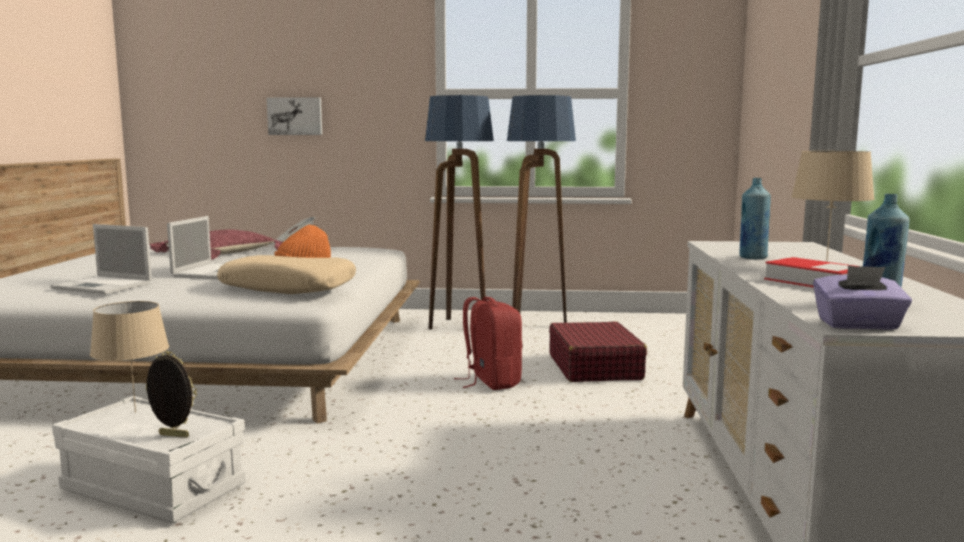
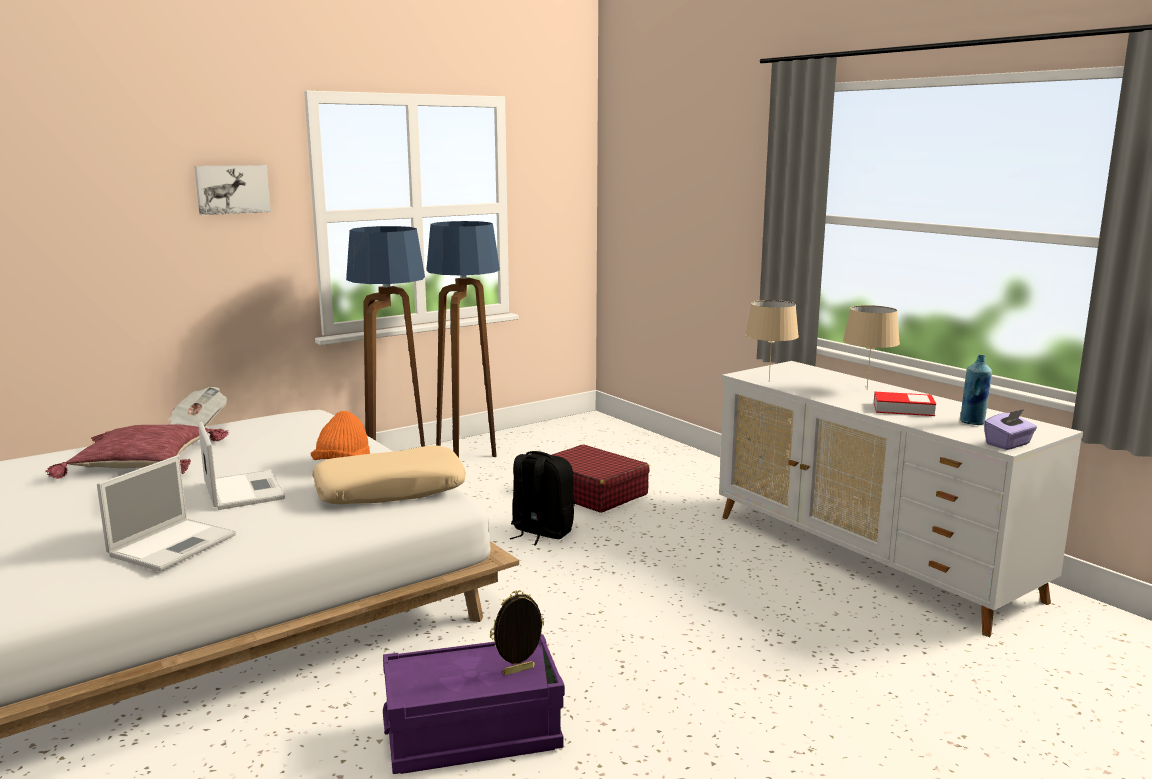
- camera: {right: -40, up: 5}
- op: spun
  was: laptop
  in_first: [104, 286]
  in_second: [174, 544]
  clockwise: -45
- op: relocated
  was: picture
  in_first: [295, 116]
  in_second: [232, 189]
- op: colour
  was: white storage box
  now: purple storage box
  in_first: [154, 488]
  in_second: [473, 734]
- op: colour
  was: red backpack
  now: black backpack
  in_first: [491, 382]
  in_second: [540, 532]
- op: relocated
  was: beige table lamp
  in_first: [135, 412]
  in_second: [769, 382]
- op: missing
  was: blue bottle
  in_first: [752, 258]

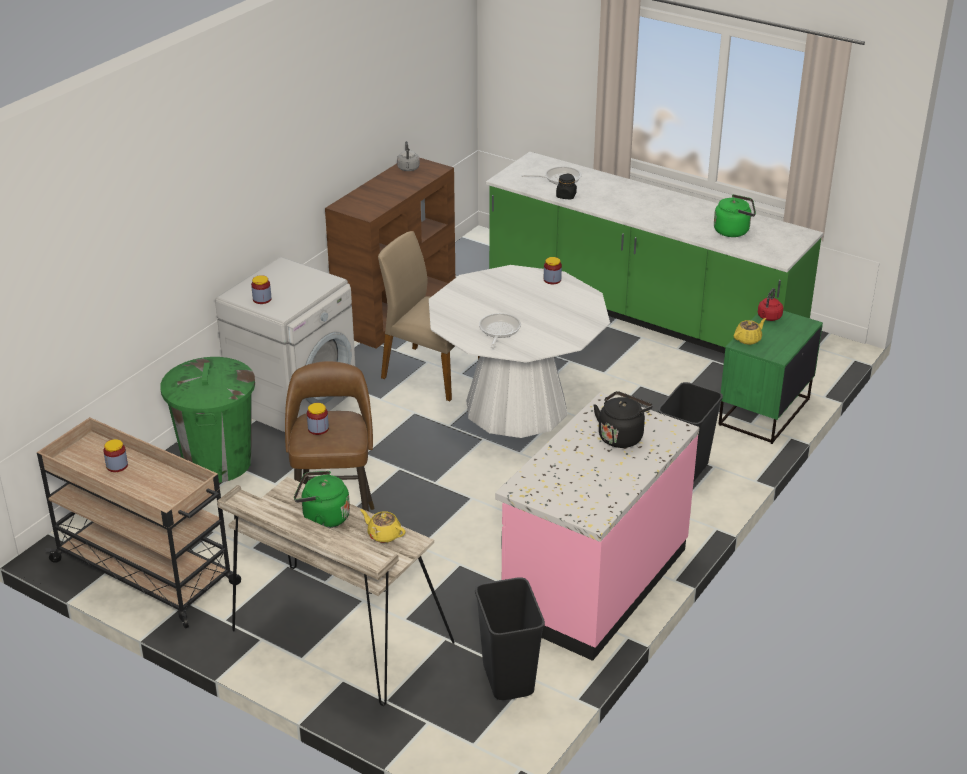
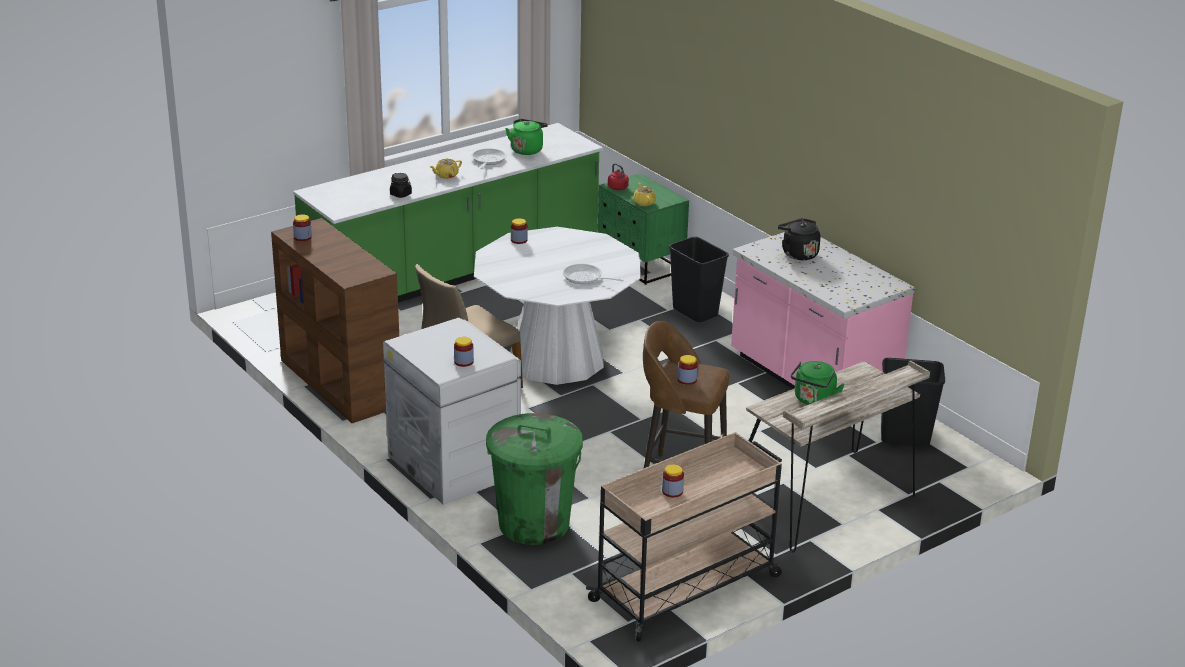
- camera: {right: -70, up: -5}
- op: exchanged
  was: grey kettle
  now: jar
  in_first: [408, 169]
  in_second: [302, 237]
- op: relocated
  was: yellow teapot
  in_first: [383, 535]
  in_second: [446, 175]
- op: relocated
  was: frying pan
  in_first: [559, 179]
  in_second: [487, 160]

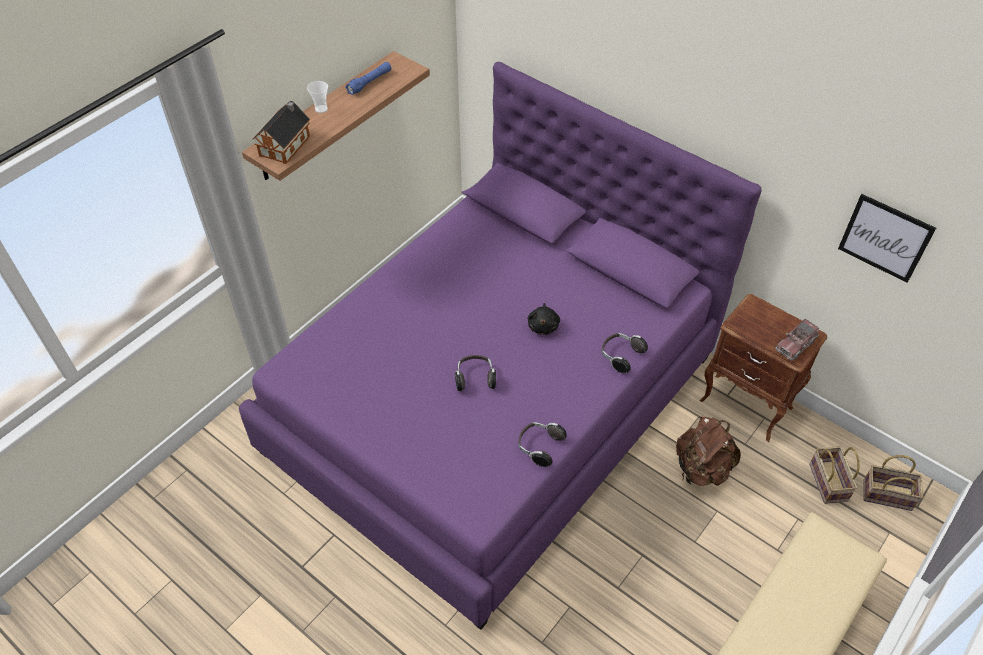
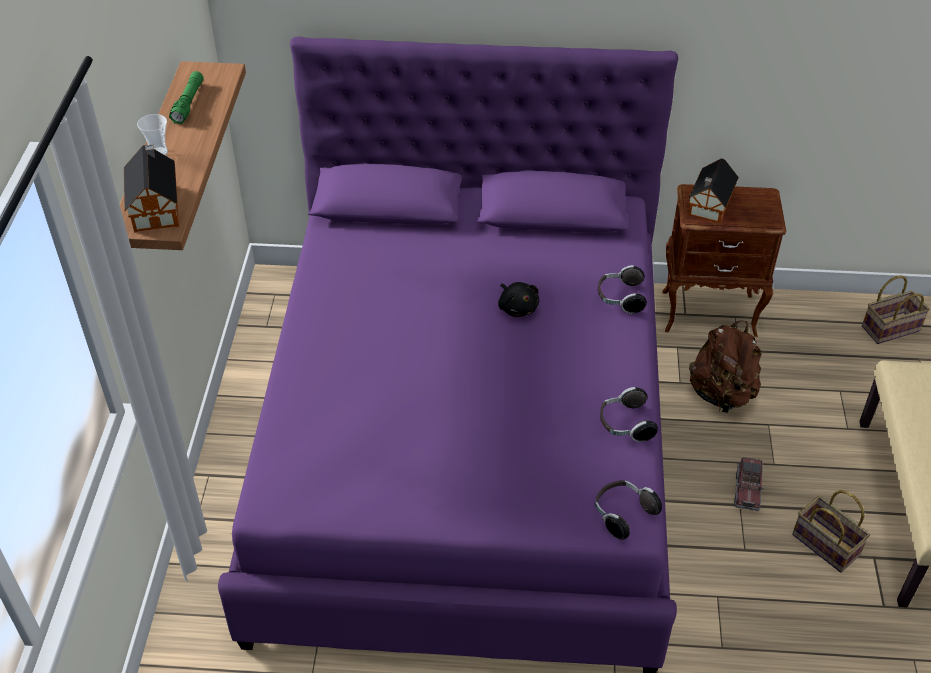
- camera: {right: -35, up: -5}
- op: colour
  was: blue flashlight
  now: green flashlight
  in_first: [369, 82]
  in_second: [188, 103]
- op: relocated
  was: headphones
  in_first: [475, 378]
  in_second: [622, 514]
- op: appeared
  now: toy house
  in_second: [709, 206]
- op: relocated
  was: toy truck
  in_first: [795, 345]
  in_second: [747, 490]
- op: relocated
  was: basket
  in_first: [826, 481]
  in_second: [823, 544]
- op: missing
  was: picture
  in_first: [885, 238]

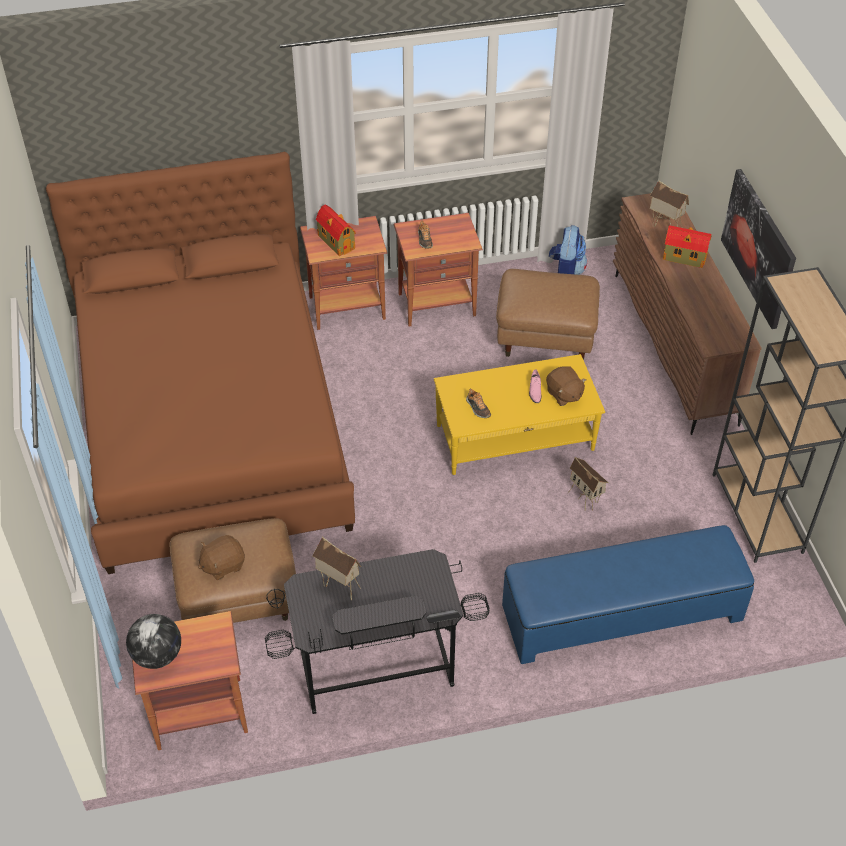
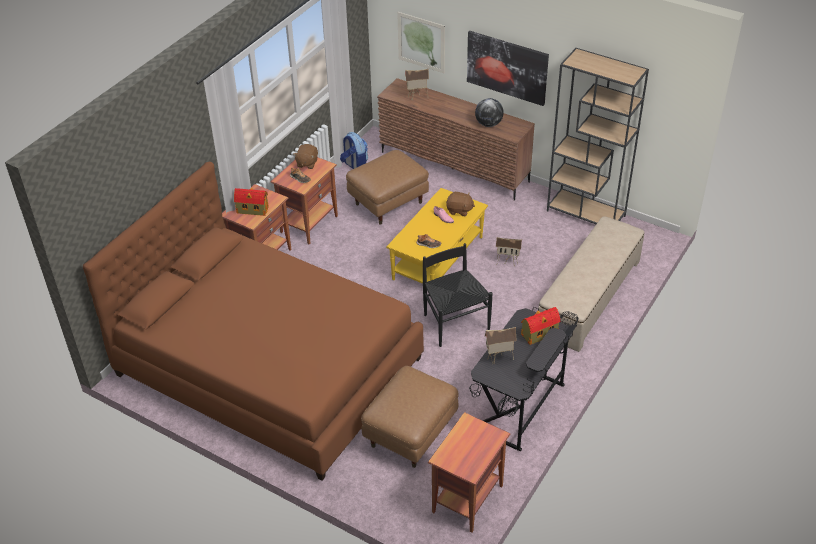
- camera: {right: -45, up: -5}
- op: relocated
  was: brown plush toy
  in_first: [223, 565]
  in_second: [307, 163]
- op: appeared
  now: picture
  in_second: [421, 42]
- op: appeared
  now: black chair
  in_second: [454, 322]
- op: relocated
  was: globe
  in_first: [157, 656]
  in_second: [488, 124]
- op: relocated
  was: toy house
  in_first: [683, 257]
  in_second: [538, 334]
- op: colour
  was: blue bench
  now: beige bench
  in_first: [621, 613]
  in_second: [589, 297]

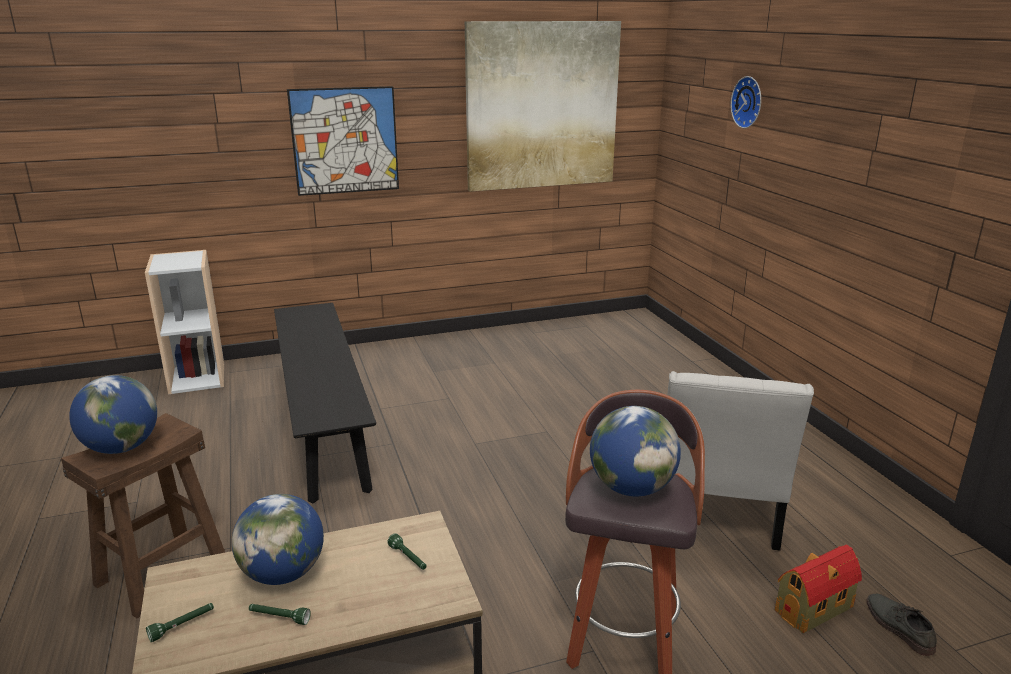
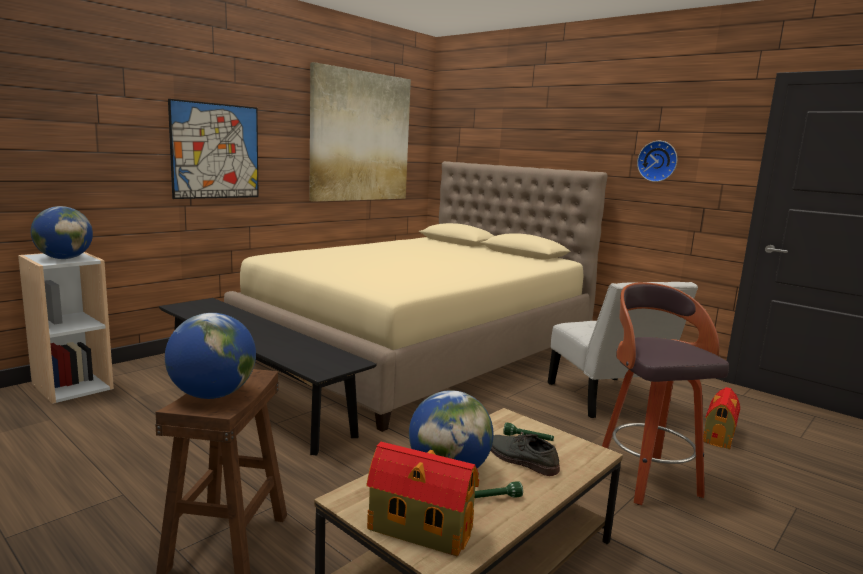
- camera: {right: -30, up: -10}
- op: relocated
  was: globe
  in_first: [631, 488]
  in_second: [64, 258]
- op: appeared
  now: beige bed
  in_second: [420, 349]
- op: exchanged
  was: green flashlight
  now: toy house
  in_first: [182, 626]
  in_second: [418, 528]
- op: relocated
  was: grey shoe
  in_first: [898, 627]
  in_second: [520, 459]
- op: relocated
  was: wall clock
  in_first: [749, 102]
  in_second: [658, 161]

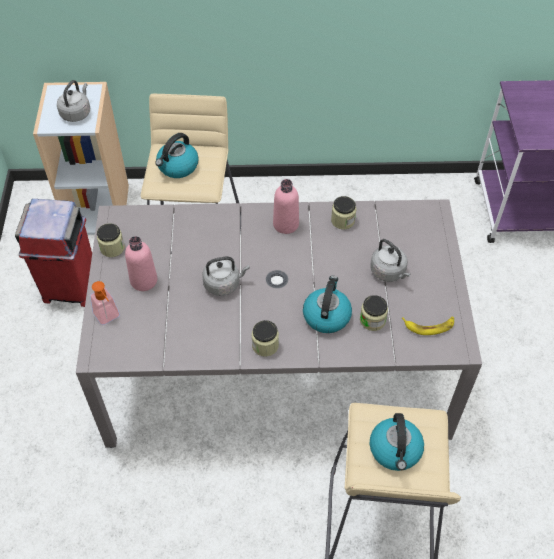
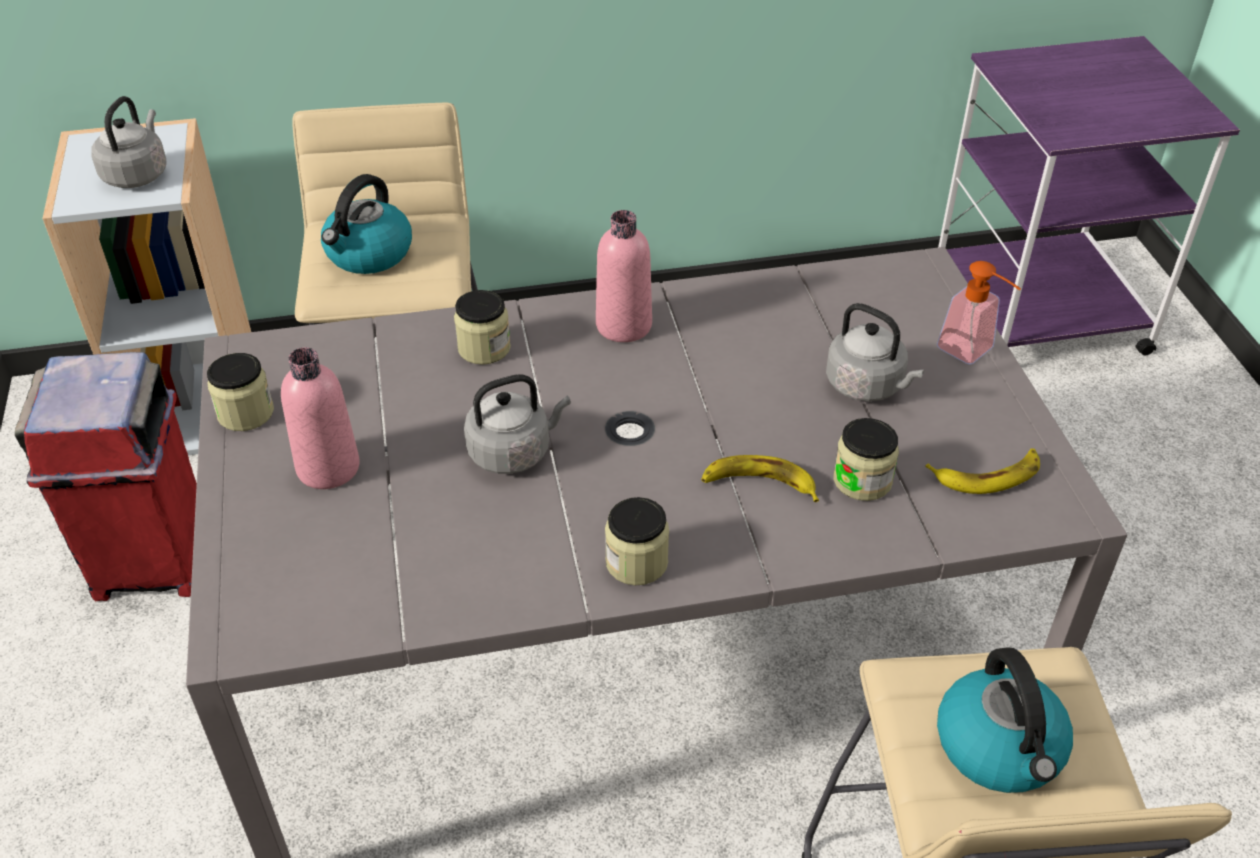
- camera: {right: -10, up: -10}
- op: relocated
  was: jar
  in_first: [343, 220]
  in_second: [484, 348]
- op: exchanged
  was: kettle
  now: banana
  in_first: [326, 315]
  in_second: [759, 484]
- op: relocated
  was: soap dispenser
  in_first: [109, 317]
  in_second: [972, 352]

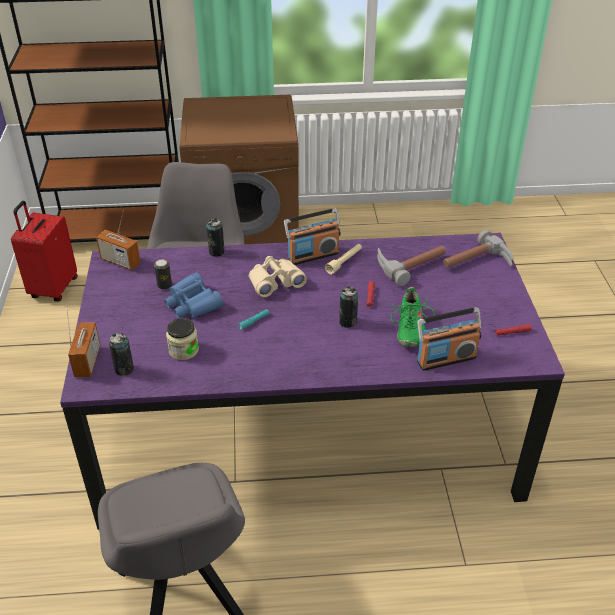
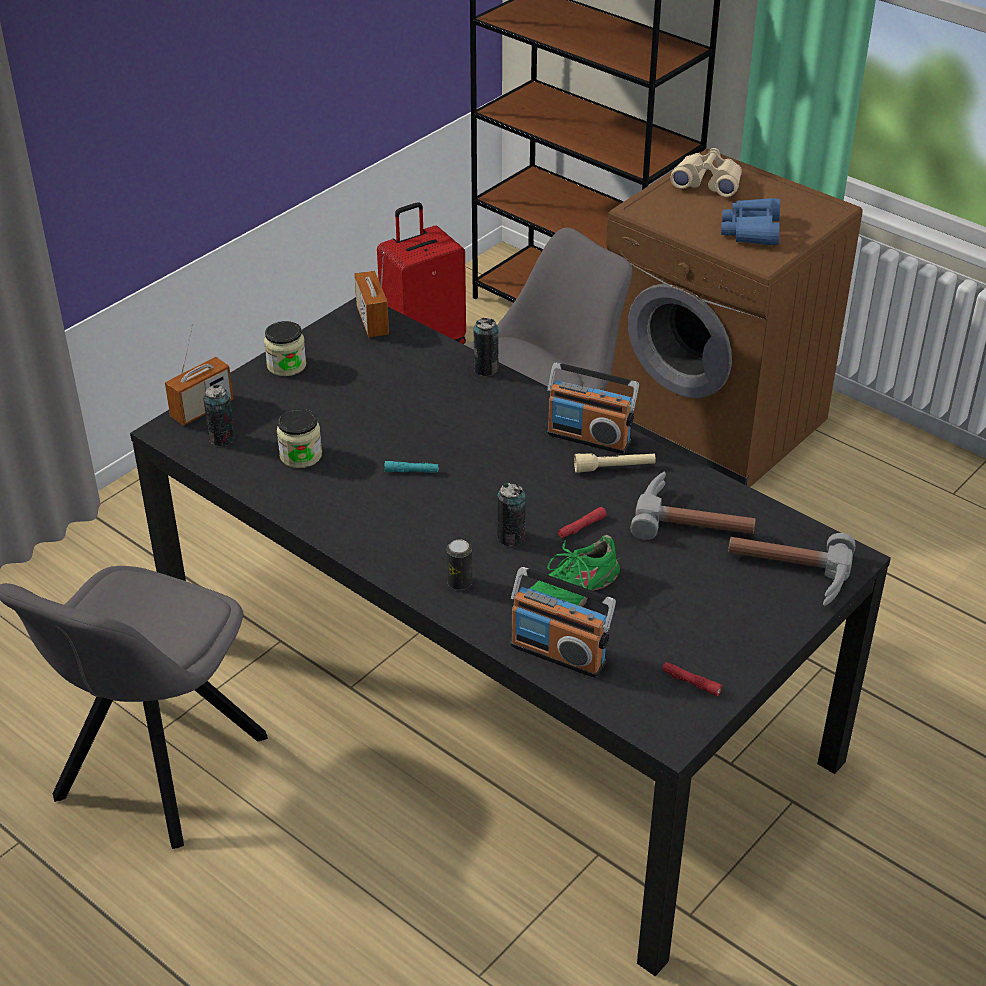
- camera: {right: 45, up: 0}
- op: colour
  was: purple dining table
  now: black dining table
  in_first: [309, 433]
  in_second: [495, 696]
- op: appeared
  now: jar
  in_second: [286, 365]
- op: relocated
  was: can
  in_first: [164, 285]
  in_second: [459, 582]
- op: relocated
  was: beige binoculars
  in_first: [275, 282]
  in_second: [707, 183]
- op: relocated
  was: blue binoculars
  in_first: [192, 303]
  in_second: [751, 230]

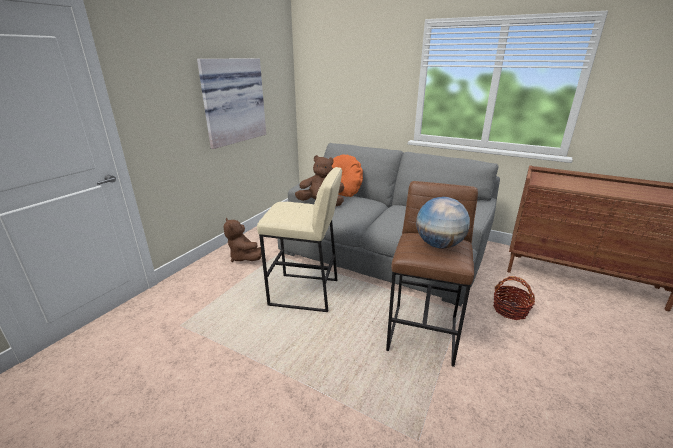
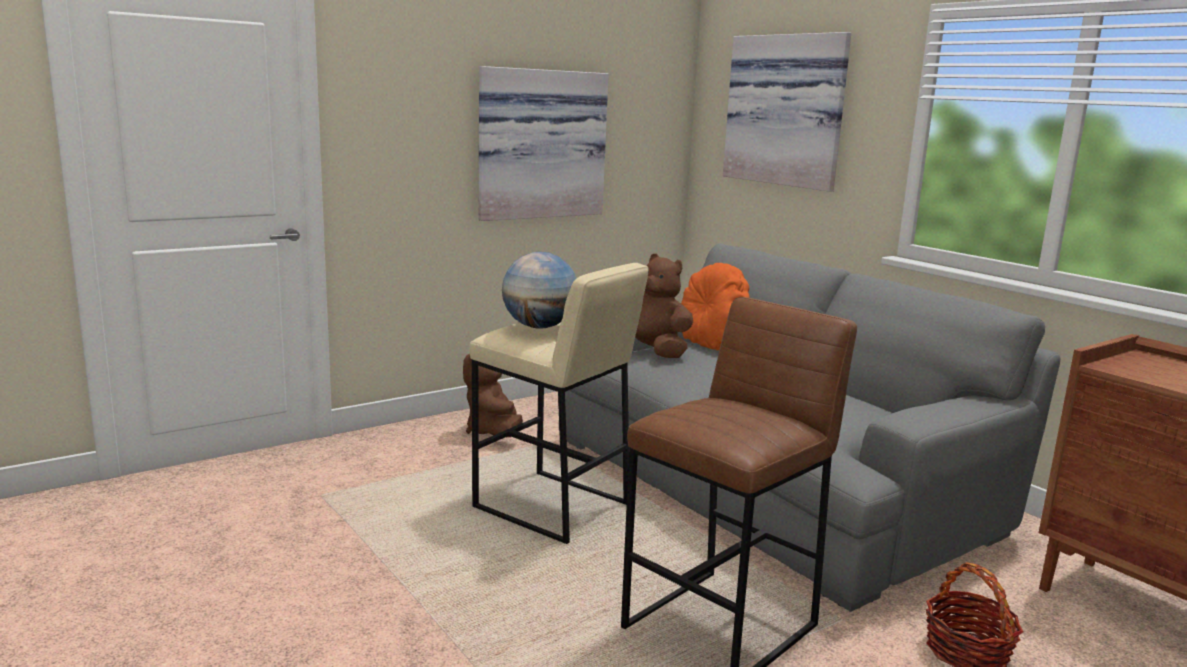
- camera: {right: 25, up: -10}
- op: relocated
  was: globe
  in_first: [439, 245]
  in_second: [539, 327]
- op: appeared
  now: picture
  in_second: [787, 110]

